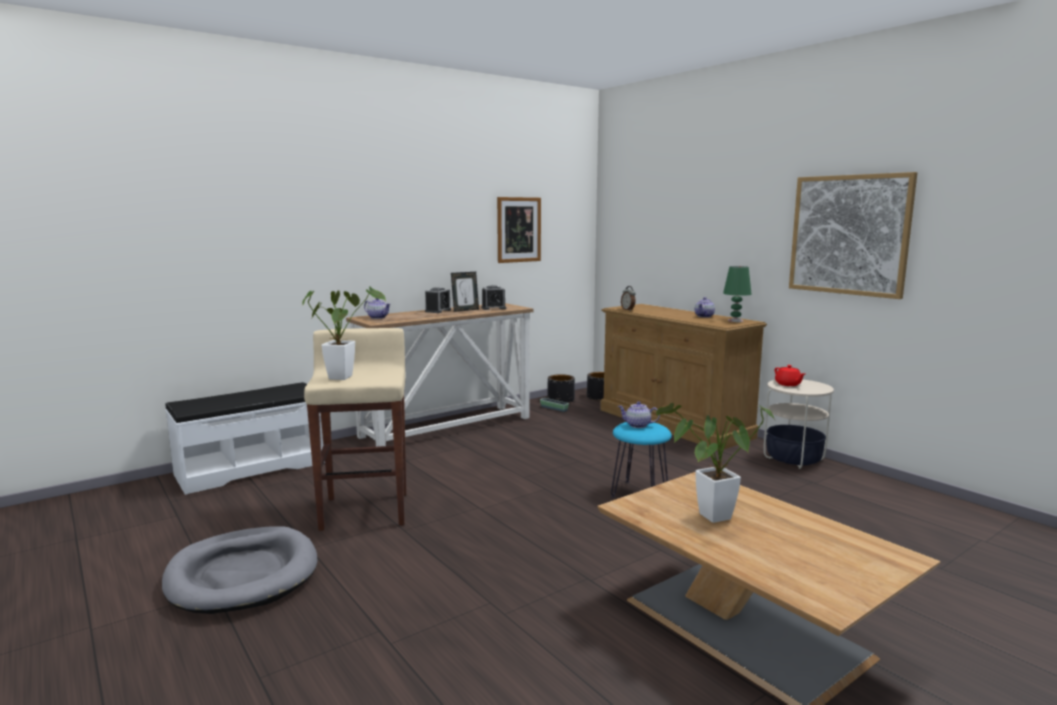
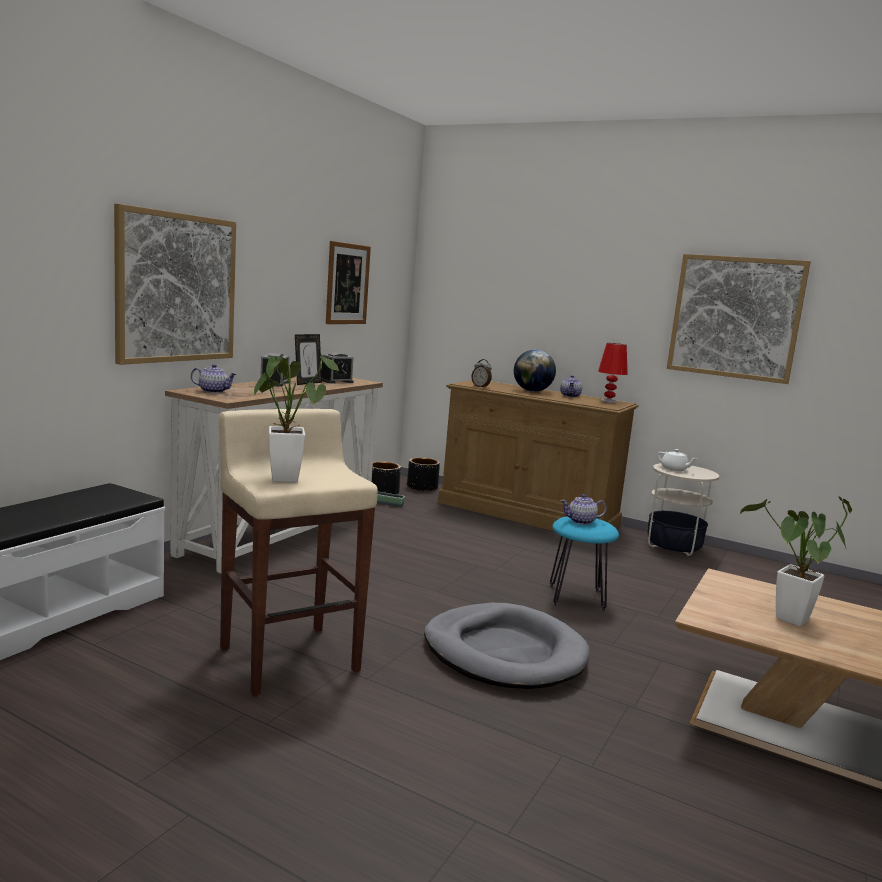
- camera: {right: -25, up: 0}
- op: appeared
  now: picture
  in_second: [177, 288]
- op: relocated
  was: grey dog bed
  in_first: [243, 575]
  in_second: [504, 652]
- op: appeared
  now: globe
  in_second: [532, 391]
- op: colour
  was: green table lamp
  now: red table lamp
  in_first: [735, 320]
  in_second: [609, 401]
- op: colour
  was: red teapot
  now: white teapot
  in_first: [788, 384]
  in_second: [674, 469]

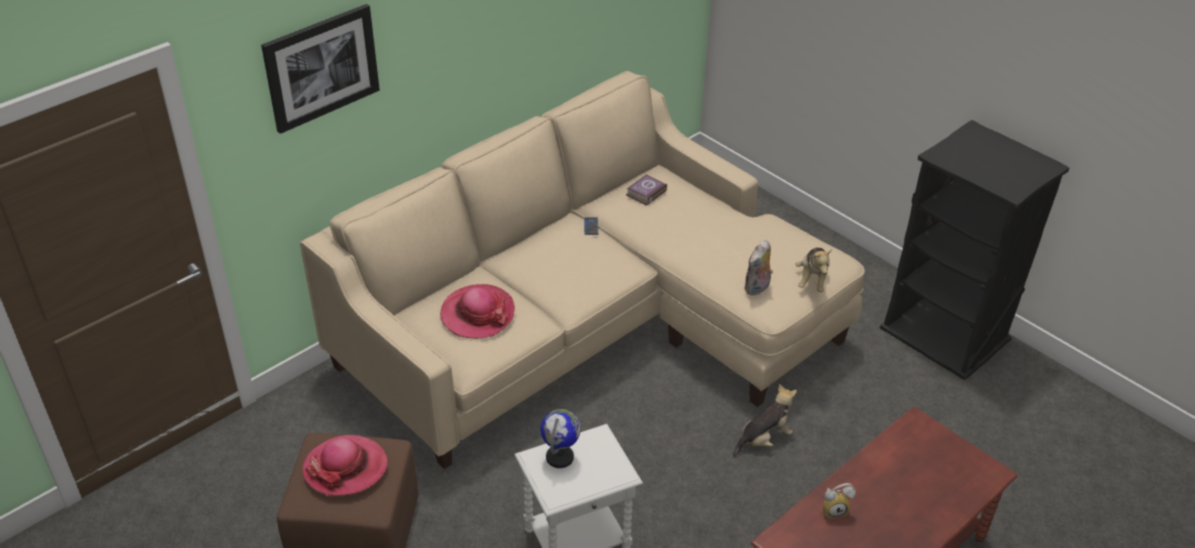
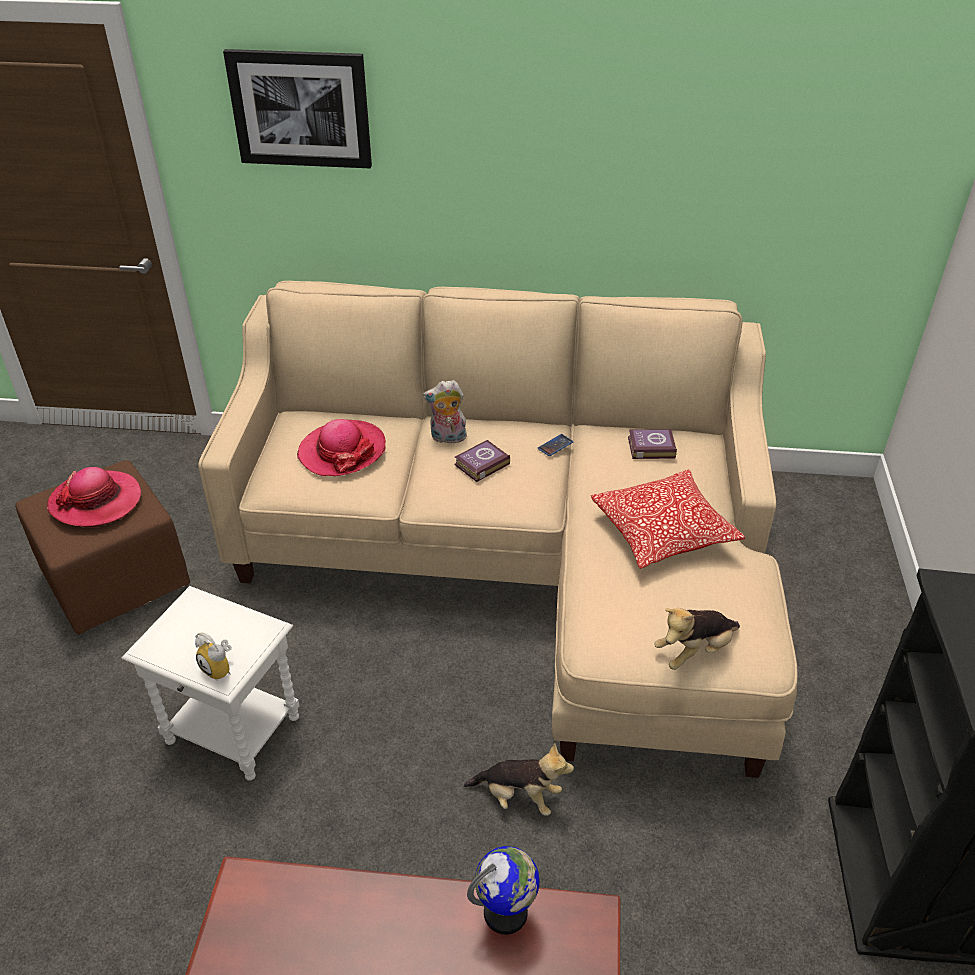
- camera: {right: 50, up: 0}
- op: relocated
  was: alarm clock
  in_first: [834, 509]
  in_second: [221, 668]
- op: relocated
  was: plush toy
  in_first: [757, 288]
  in_second: [447, 438]
- op: appeared
  now: book
  in_second: [480, 464]
- op: relocated
  was: globe
  in_first: [560, 457]
  in_second: [506, 913]
- op: appeared
  now: pillow
  in_second: [663, 531]

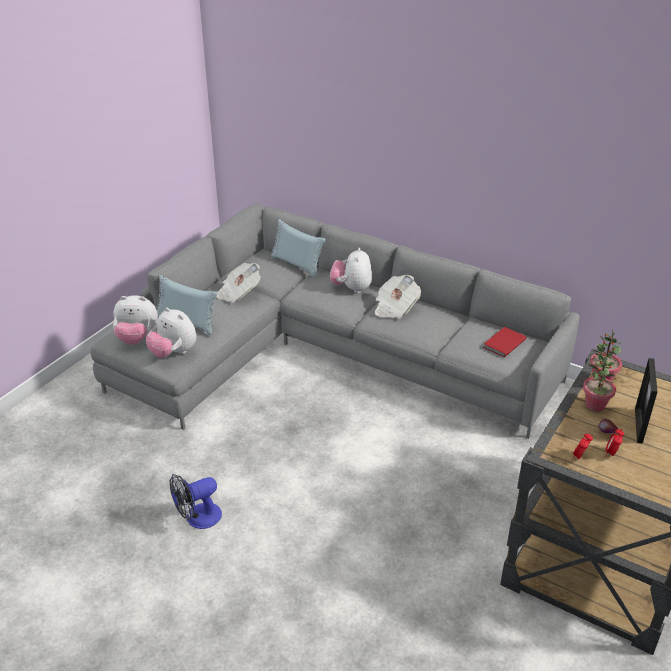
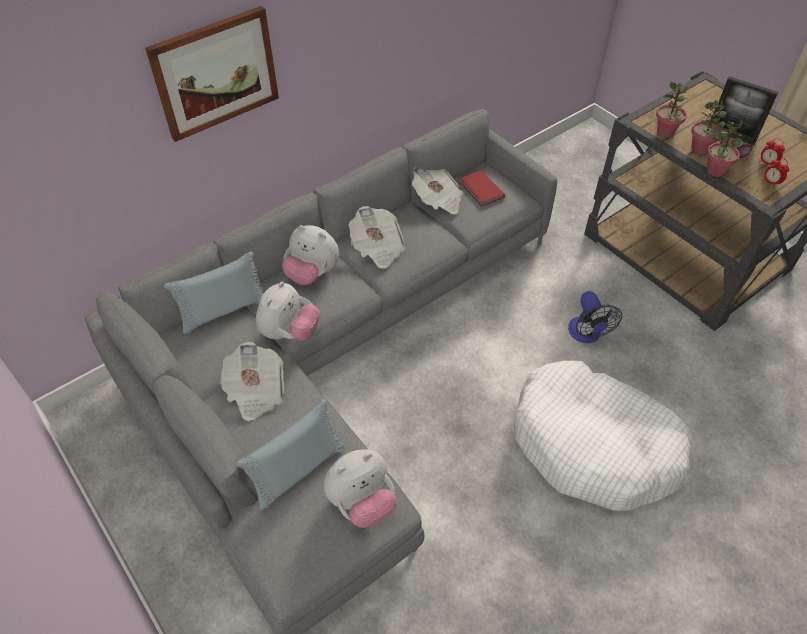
- camera: {right: -70, up: 15}
- op: appeared
  now: picture
  in_second: [215, 73]
- op: relocated
  was: plush toy
  in_first: [137, 338]
  in_second: [289, 332]
- op: appeared
  now: newspaper
  in_second: [437, 200]
- op: appeared
  now: white dog bed
  in_second: [594, 445]
- op: relocated
  was: fan
  in_first: [197, 518]
  in_second: [586, 335]
- op: appeared
  now: potted plant
  in_second: [715, 171]

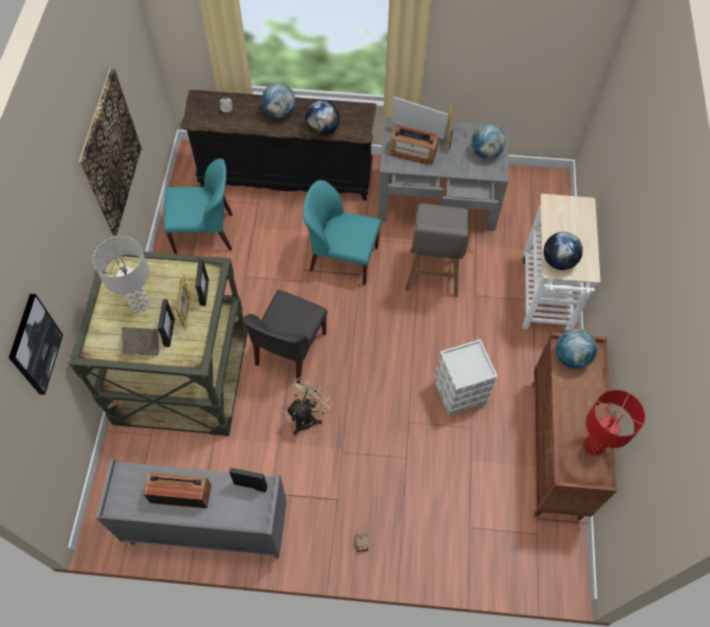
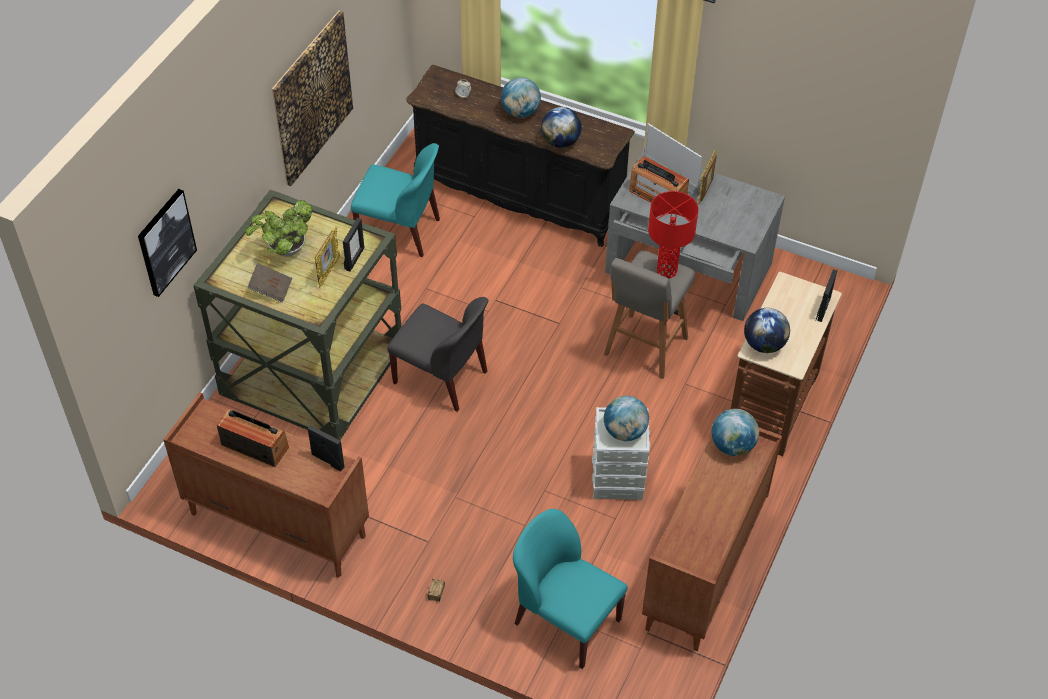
- camera: {right: 20, up: -10}
- op: colour
  was: grey cabinet
  now: brown cabinet
  in_first: [208, 528]
  in_second: [277, 524]
- op: exchanged
  was: white table lamp
  now: potted plant
  in_first: [139, 303]
  in_second: [285, 250]
- op: spun
  was: grey chair
  in_first: [289, 350]
  in_second: [442, 378]
  clockwise: -105
- op: relocated
  was: turquoise chair
  in_first: [342, 259]
  in_second: [565, 621]
- op: relocated
  was: globe
  in_first: [485, 152]
  in_second: [624, 432]
- op: relocated
  was: red table lamp
  in_first: [594, 445]
  in_second: [667, 270]
- op: colour
  was: white cart
  now: brown cart
  in_first: [545, 295]
  in_second: [771, 408]
- op: relocated
  was: picture frame
  in_first: [169, 332]
  in_second: [823, 309]
- op: missing
  was: beige fan
  in_first: [308, 416]

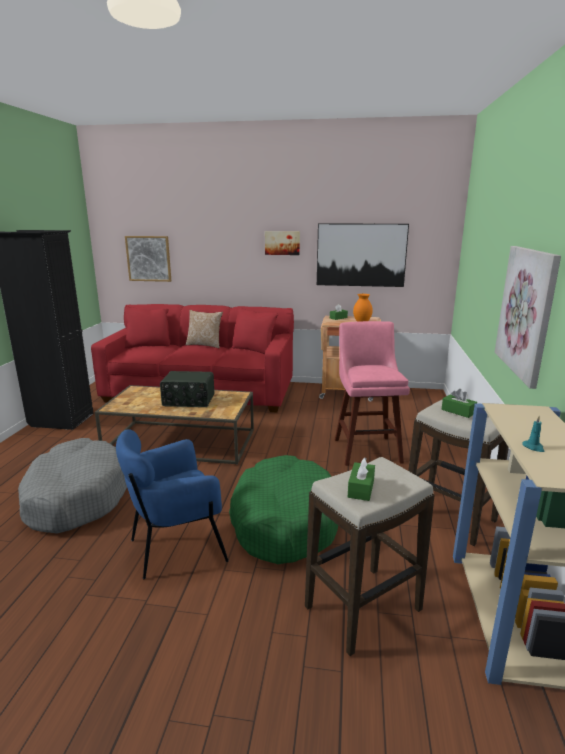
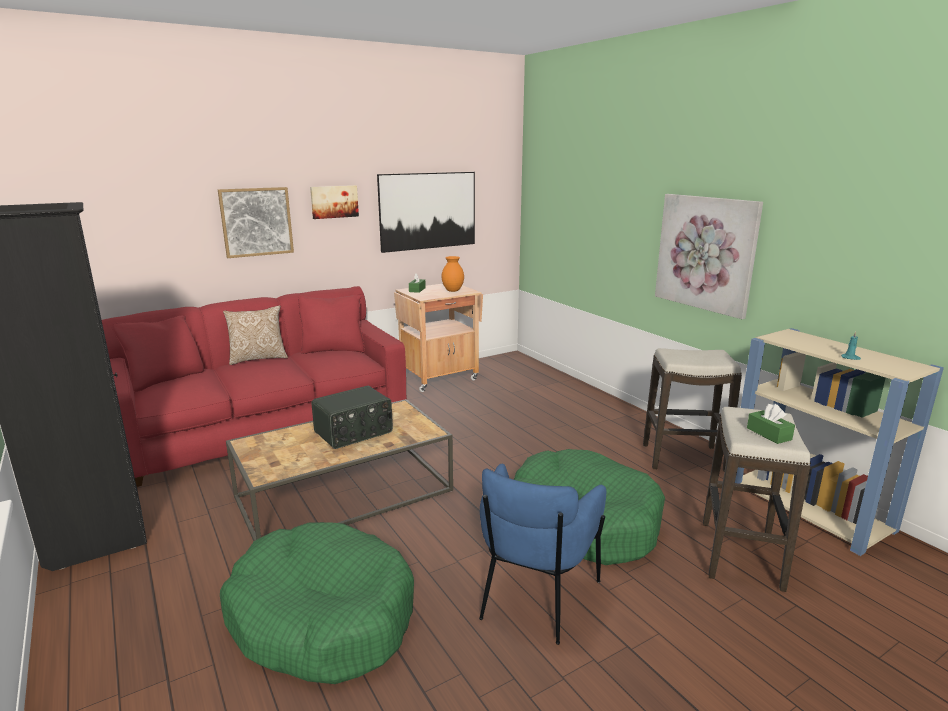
- camera: {right: -40, up: 0}
- op: relocated
  was: picture
  in_first: [149, 258]
  in_second: [256, 222]
- op: colour
  was: grey dog bed
  now: green dog bed
  in_first: [75, 497]
  in_second: [322, 617]
- op: missing
  was: pink stool
  in_first: [366, 449]
- op: missing
  was: green tissue box
  in_first: [458, 411]

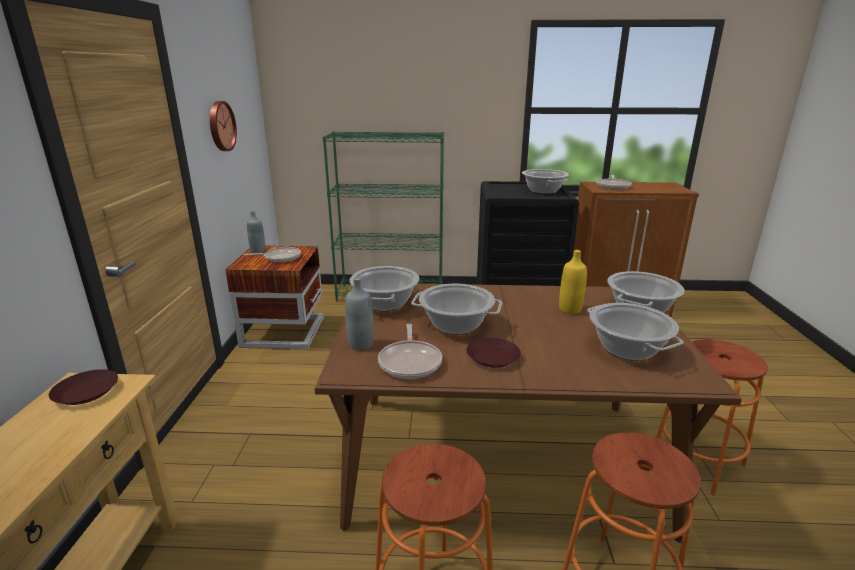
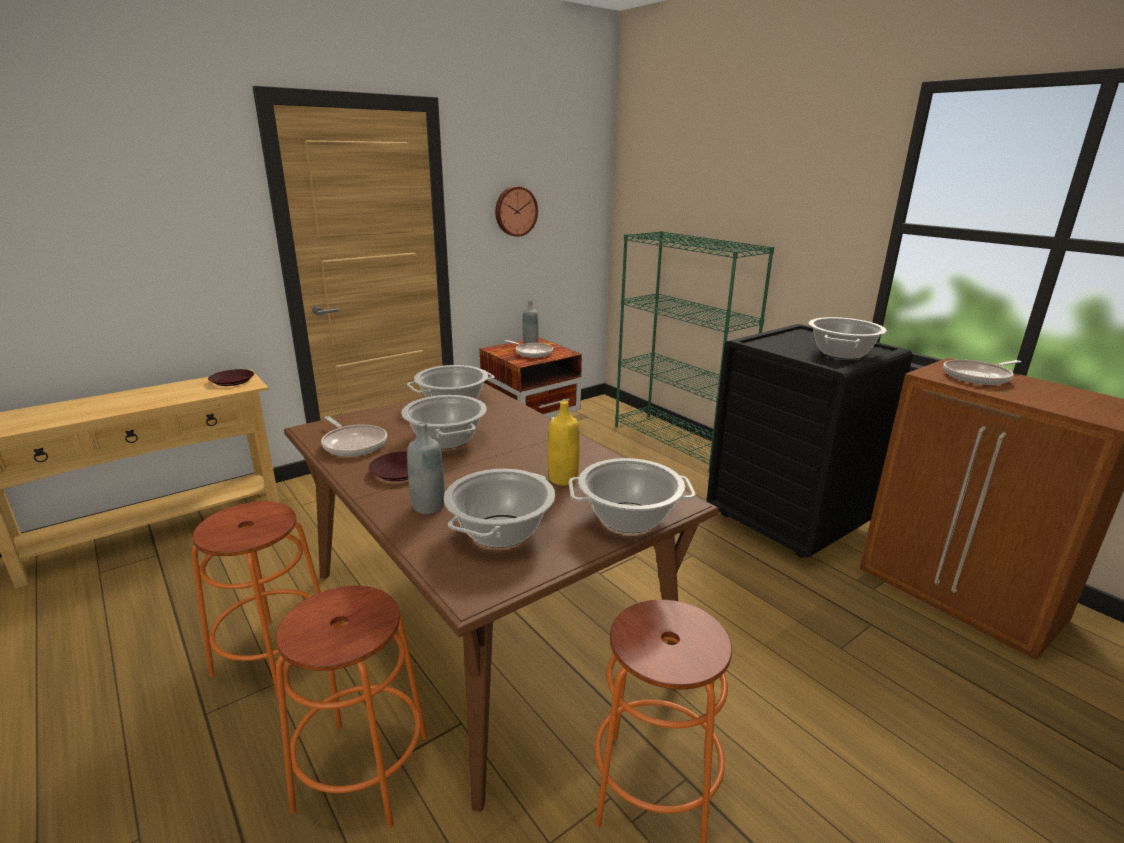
- camera: {right: 50, up: 0}
- op: spun
  was: frying pan
  in_first: [410, 362]
  in_second: [353, 444]
  clockwise: -90
- op: relocated
  was: grey bottle
  in_first: [361, 344]
  in_second: [428, 506]

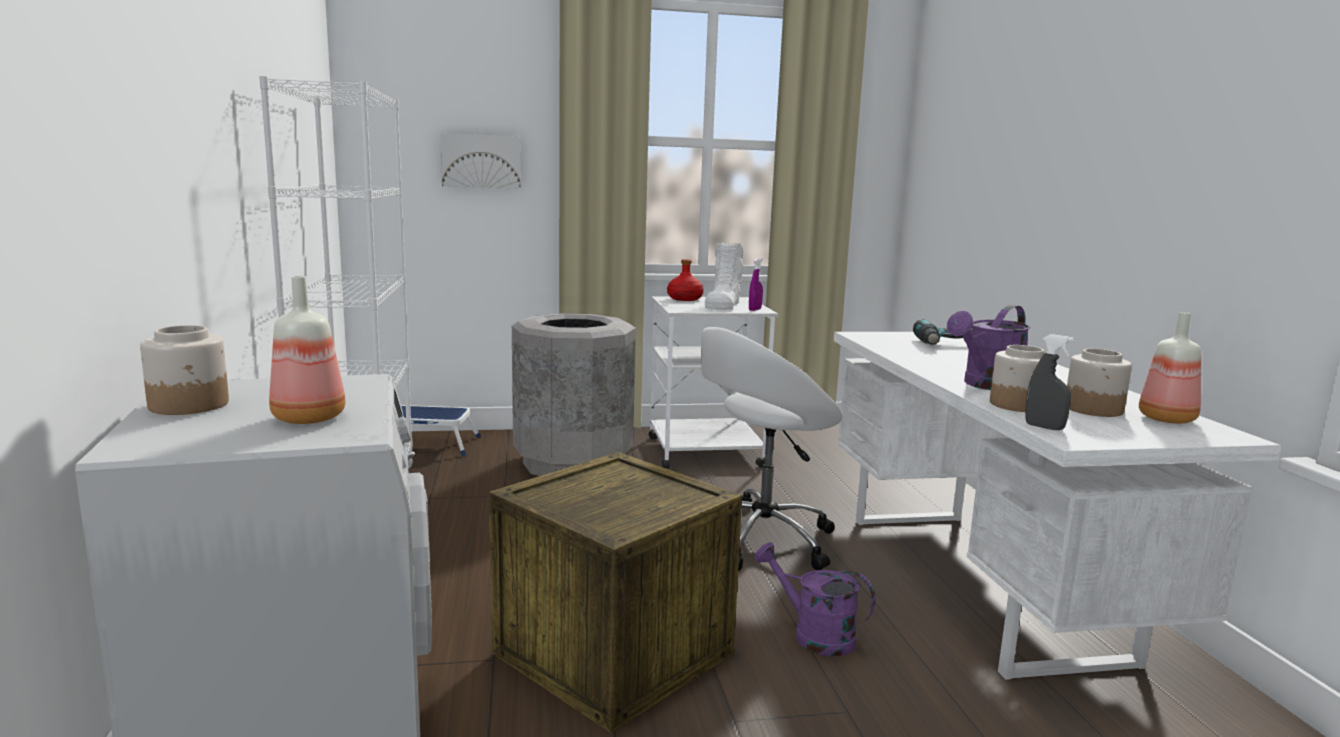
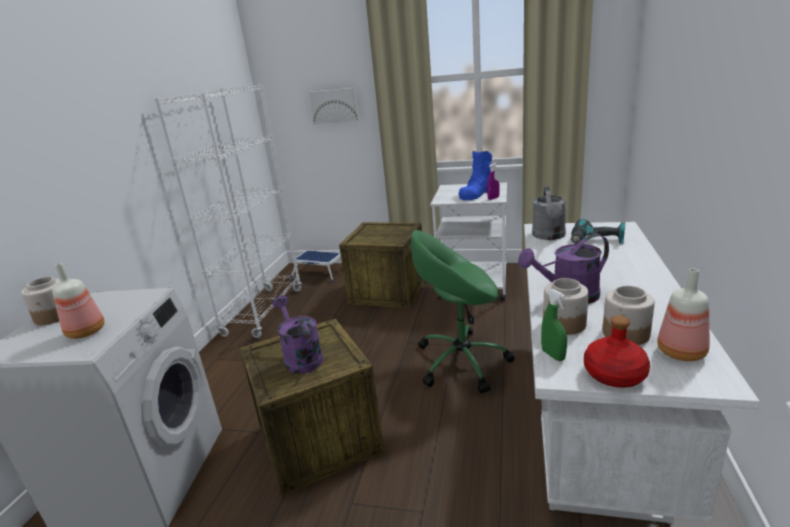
- camera: {right: 25, up: 10}
- op: relocated
  was: purple watering can
  in_first: [813, 635]
  in_second: [300, 357]
- op: exchanged
  was: grey trash can
  now: crate
  in_first: [573, 463]
  in_second: [388, 291]
- op: colour
  was: white office chair
  now: green office chair
  in_first: [758, 539]
  in_second: [459, 362]
- op: colour
  was: white boot
  now: blue boot
  in_first: [723, 305]
  in_second: [476, 193]
- op: appeared
  now: grey watering can
  in_second: [549, 236]
- op: colour
  was: grey spray bottle
  now: green spray bottle
  in_first: [1044, 427]
  in_second: [553, 355]
- op: relocated
  was: red bottle
  in_first: [685, 299]
  in_second: [614, 374]

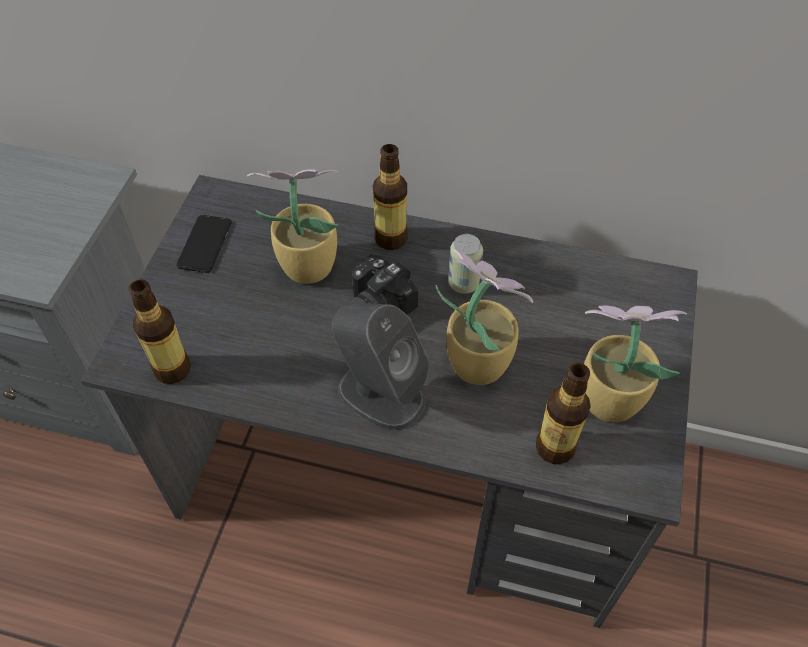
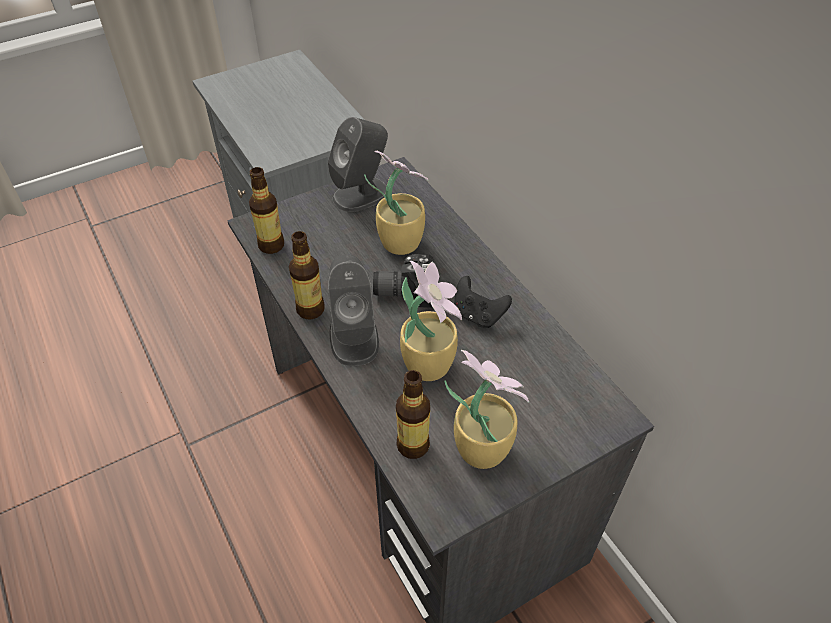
- camera: {right: 45, up: -5}
- op: relocated
  was: bottle
  in_first: [391, 238]
  in_second: [310, 309]
- op: exchanged
  was: phone
  now: grey speaker
  in_first: [205, 244]
  in_second: [361, 194]
- op: exchanged
  was: can
  now: black game controller
  in_first: [463, 283]
  in_second: [478, 315]

